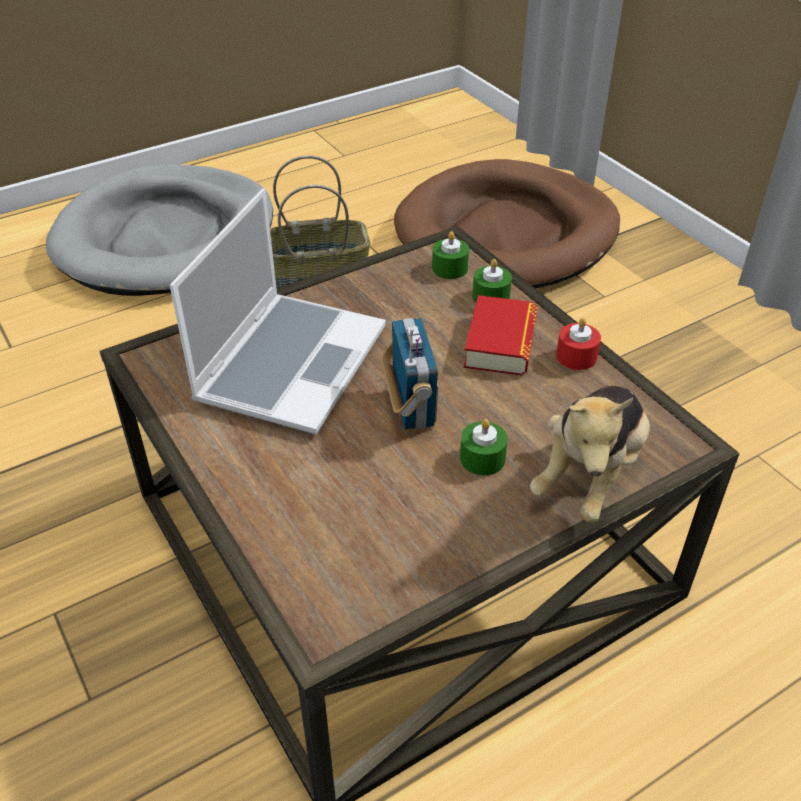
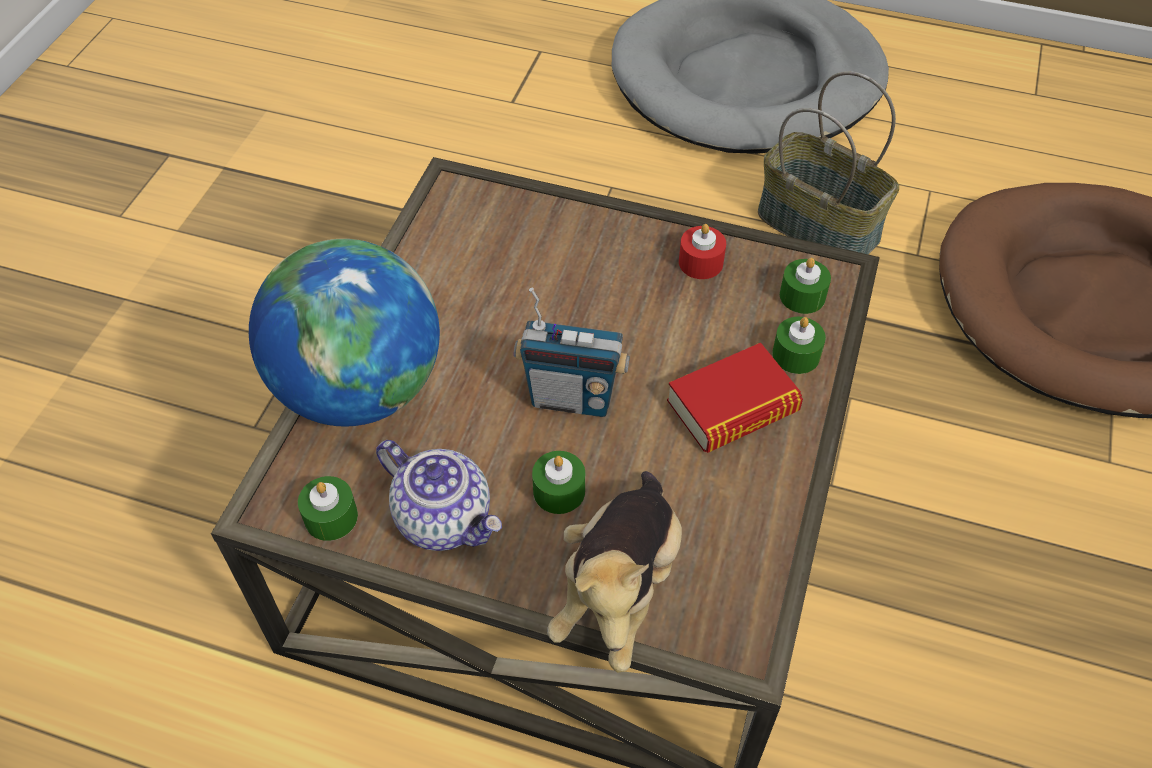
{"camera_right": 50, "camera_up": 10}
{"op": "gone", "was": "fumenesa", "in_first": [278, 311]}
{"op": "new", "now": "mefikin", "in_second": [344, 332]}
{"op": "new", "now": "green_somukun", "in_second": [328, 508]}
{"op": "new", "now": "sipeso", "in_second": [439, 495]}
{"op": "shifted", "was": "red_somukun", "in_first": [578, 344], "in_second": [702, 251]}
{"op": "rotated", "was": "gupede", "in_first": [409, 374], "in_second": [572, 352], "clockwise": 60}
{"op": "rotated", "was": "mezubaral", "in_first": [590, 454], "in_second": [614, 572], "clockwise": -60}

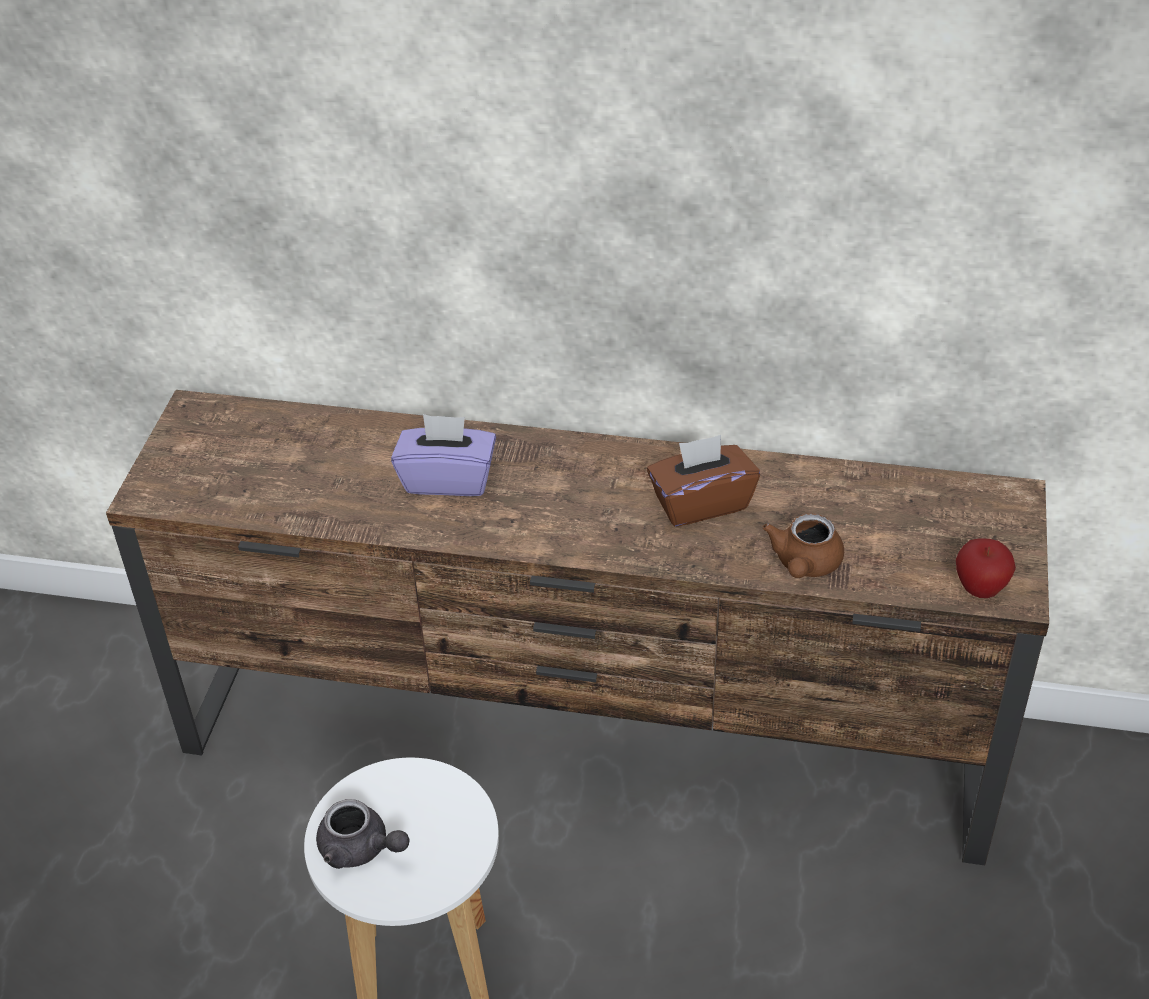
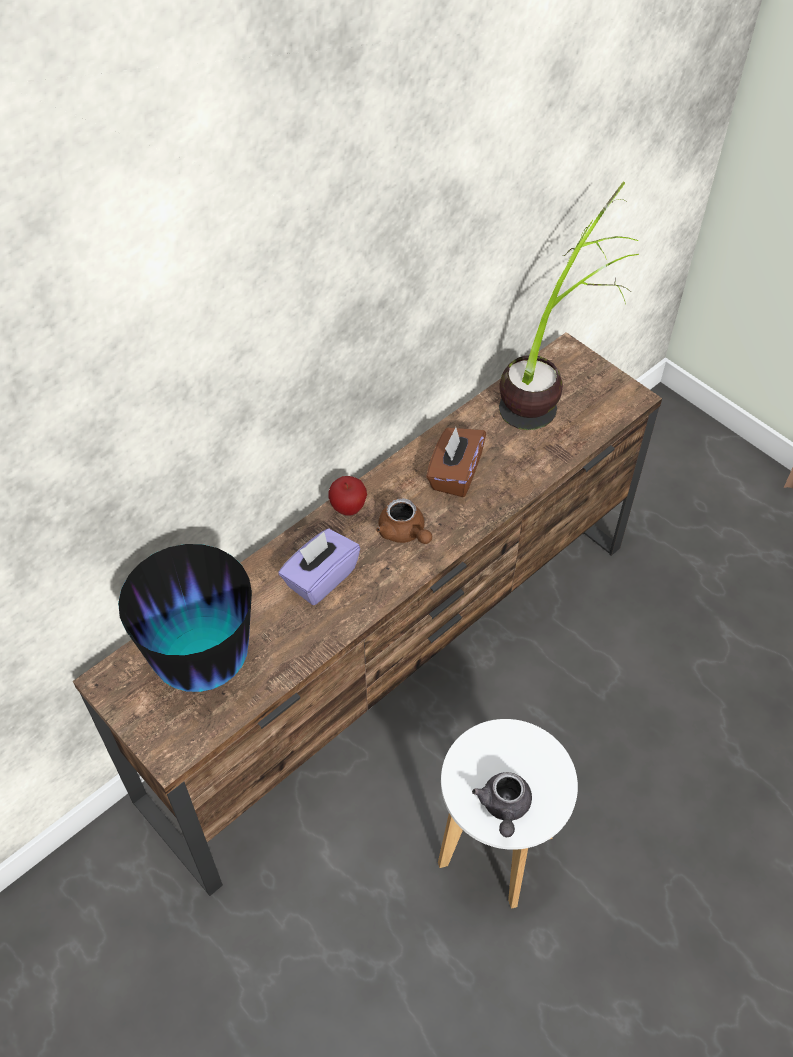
{"camera_right": -55, "camera_up": 10}
{"op": "new", "now": "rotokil", "in_second": [185, 618]}
{"op": "new", "now": "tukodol", "in_second": [569, 305]}
{"op": "shifted", "was": "brown_sipeso", "in_first": [803, 546], "in_second": [404, 521]}
{"op": "shifted", "was": "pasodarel", "in_first": [986, 568], "in_second": [347, 496]}
{"op": "rotated", "was": "grey_sipeso", "in_first": [362, 834], "in_second": [502, 804], "clockwise": 120}

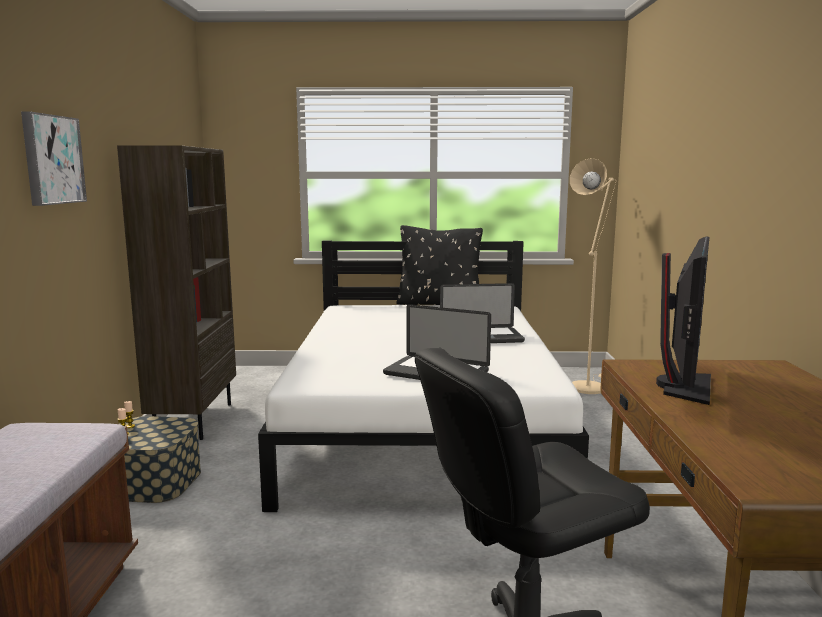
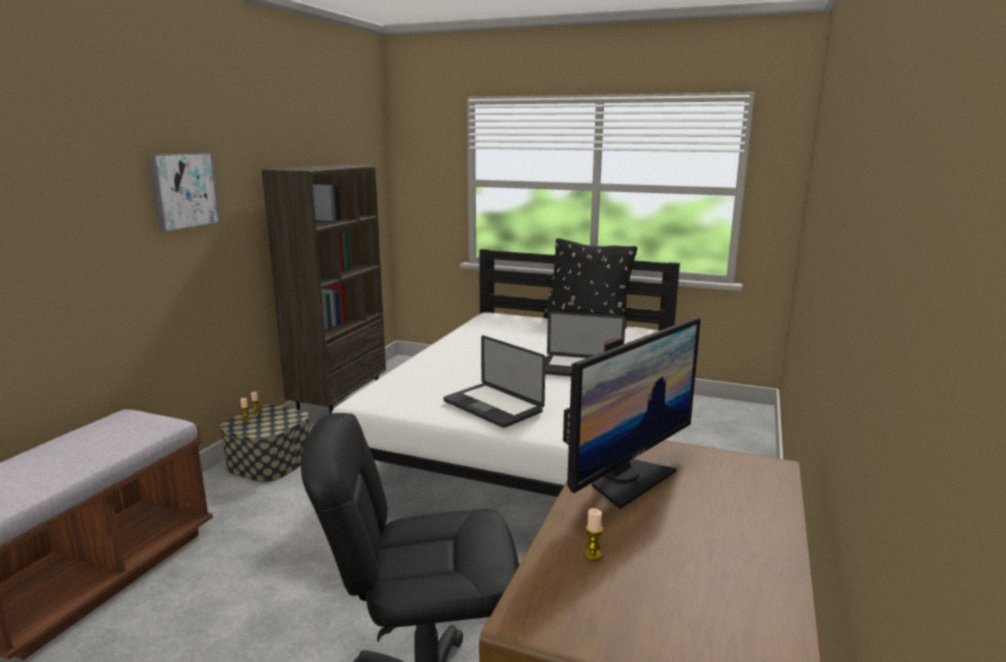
{"camera_right": 20, "camera_up": 5}
{"op": "gone", "was": "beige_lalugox", "in_first": [593, 276]}
{"op": "new", "now": "somukun", "in_second": [594, 534]}

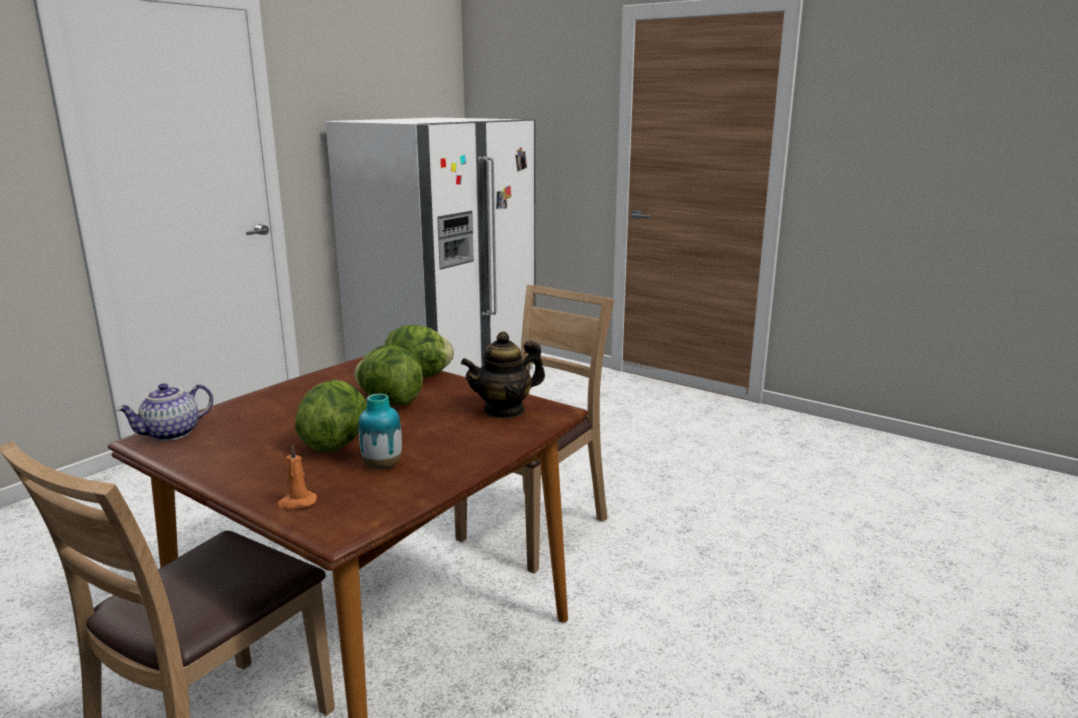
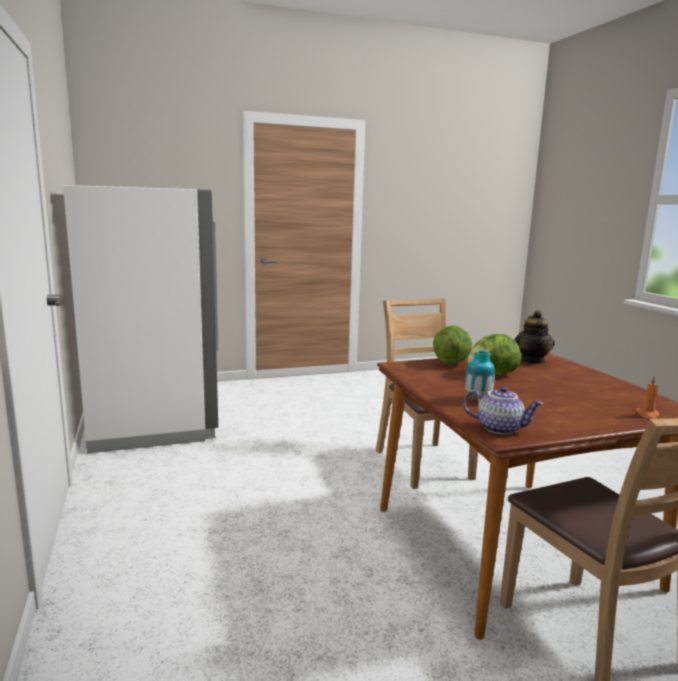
{"camera_right": -55, "camera_up": -5}
{"op": "gone", "was": "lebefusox", "in_first": [331, 416]}
{"op": "shifted", "was": "rotokil", "in_first": [380, 431], "in_second": [480, 376]}
{"op": "rotated", "was": "sipeso", "in_first": [164, 412], "in_second": [503, 410], "clockwise": -60}

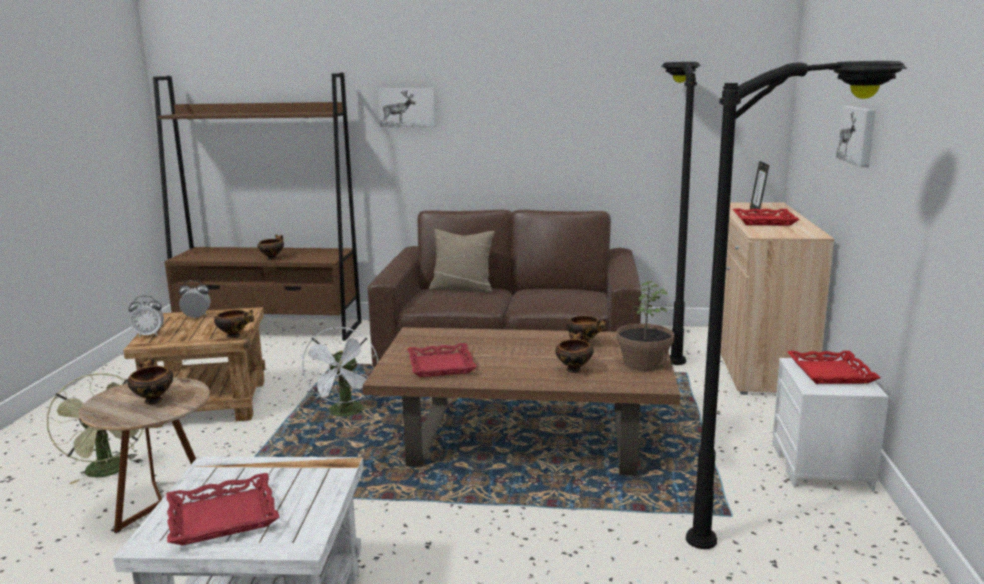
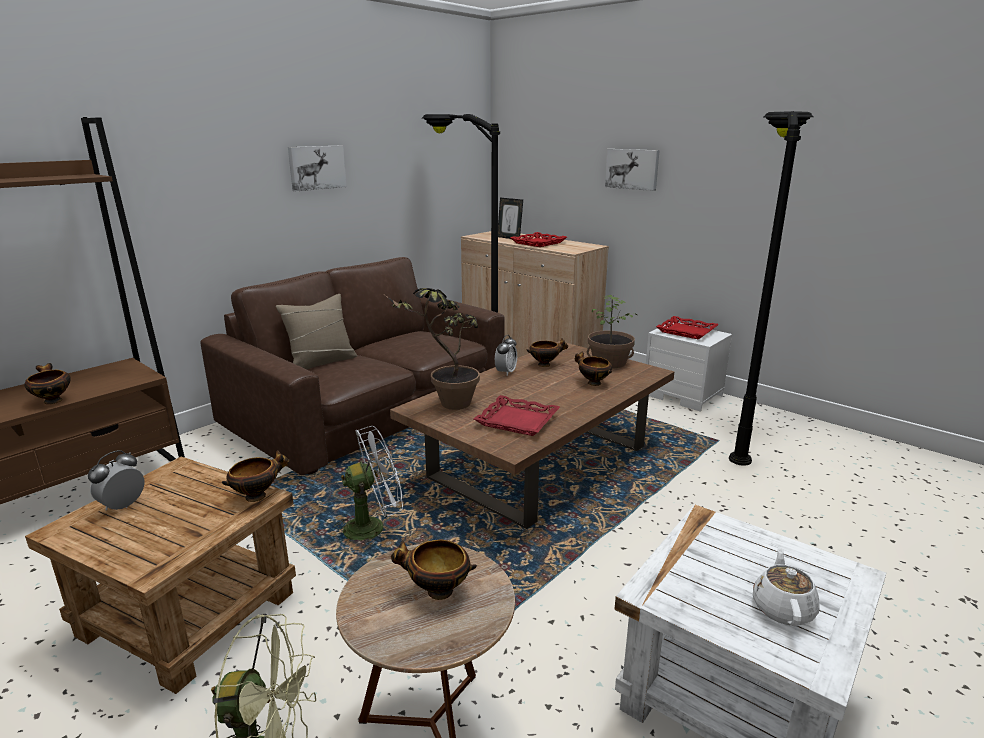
{"camera_right": -55, "camera_up": 5}
{"op": "new", "now": "tukodol", "in_second": [432, 349]}
{"op": "shifted", "was": "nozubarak", "in_first": [146, 317], "in_second": [506, 355]}
{"op": "shifted", "was": "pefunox", "in_first": [407, 107], "in_second": [317, 168]}
{"op": "swapped", "was": "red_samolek", "now": "white_sipeso", "in_first": [223, 509], "in_second": [786, 586]}
{"op": "rotated", "was": "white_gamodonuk", "in_first": [339, 371], "in_second": [368, 484], "clockwise": -60}

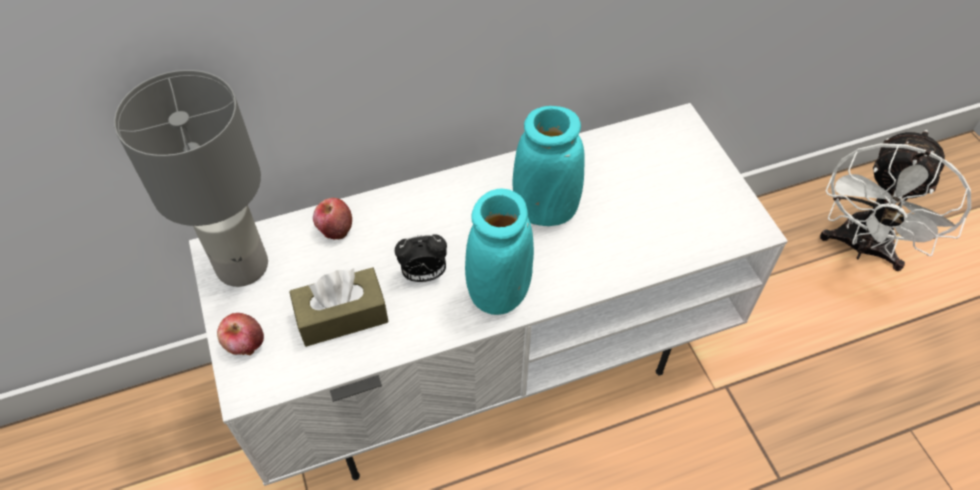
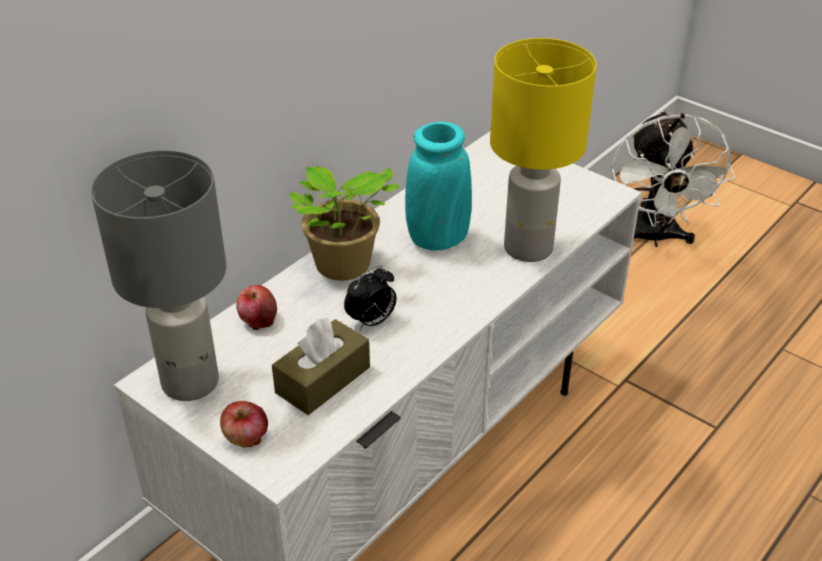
{"camera_right": -30, "camera_up": -15}
{"op": "gone", "was": "turquoise_rotokil", "in_first": [499, 252]}
{"op": "new", "now": "tukodol", "in_second": [344, 223]}
{"op": "new", "now": "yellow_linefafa", "in_second": [543, 150]}

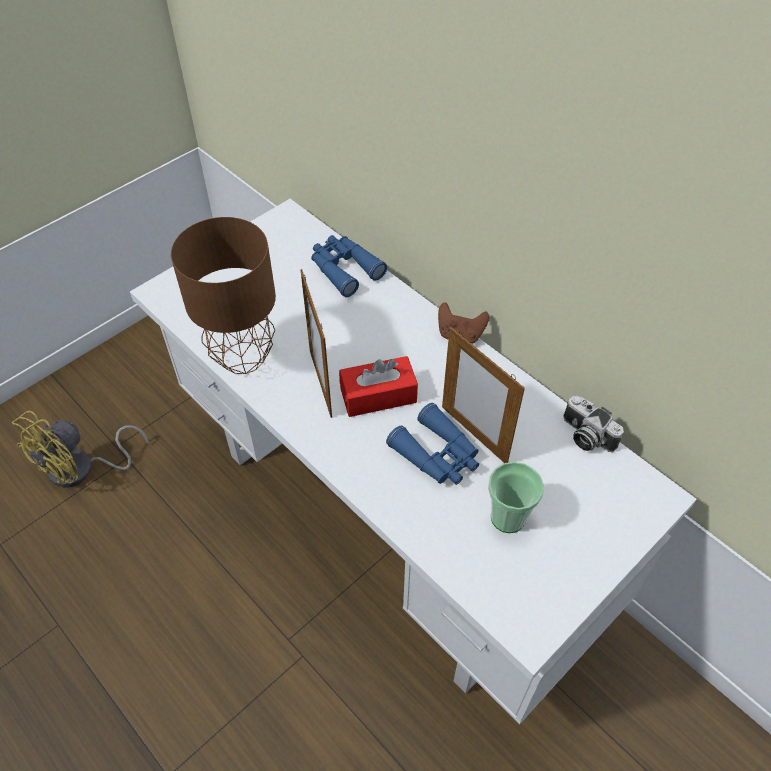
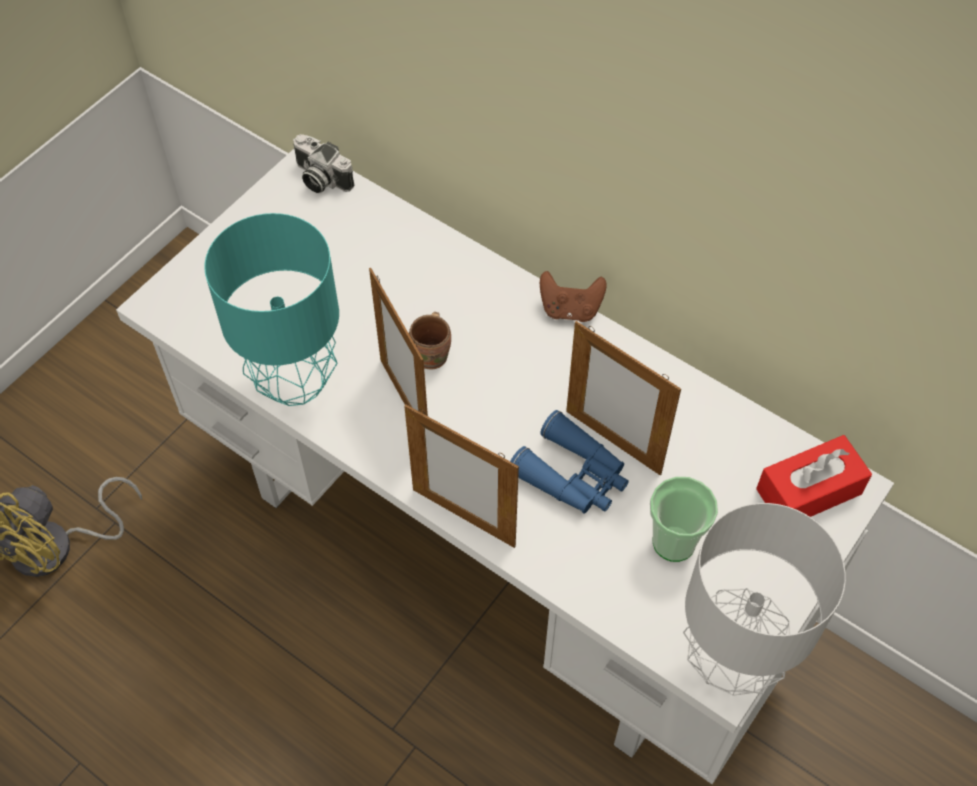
{"camera_right": -10, "camera_up": 5}
{"op": "gone", "was": "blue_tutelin", "in_first": [349, 266]}
{"op": "new", "now": "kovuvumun", "in_second": [461, 476]}
{"op": "new", "now": "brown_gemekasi", "in_second": [430, 341]}
{"op": "new", "now": "grey_linefafa", "in_second": [764, 599]}
{"op": "shifted", "was": "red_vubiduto", "in_first": [378, 386], "in_second": [814, 476]}
{"op": "shifted", "was": "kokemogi", "in_first": [594, 424], "in_second": [323, 163]}
{"op": "repainted", "was": "brown_linefafa", "now": "turquoise_linefafa", "in_first": [223, 295], "in_second": [271, 309]}

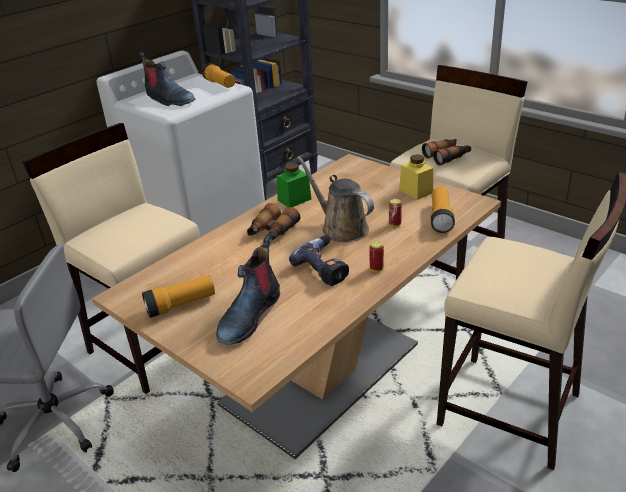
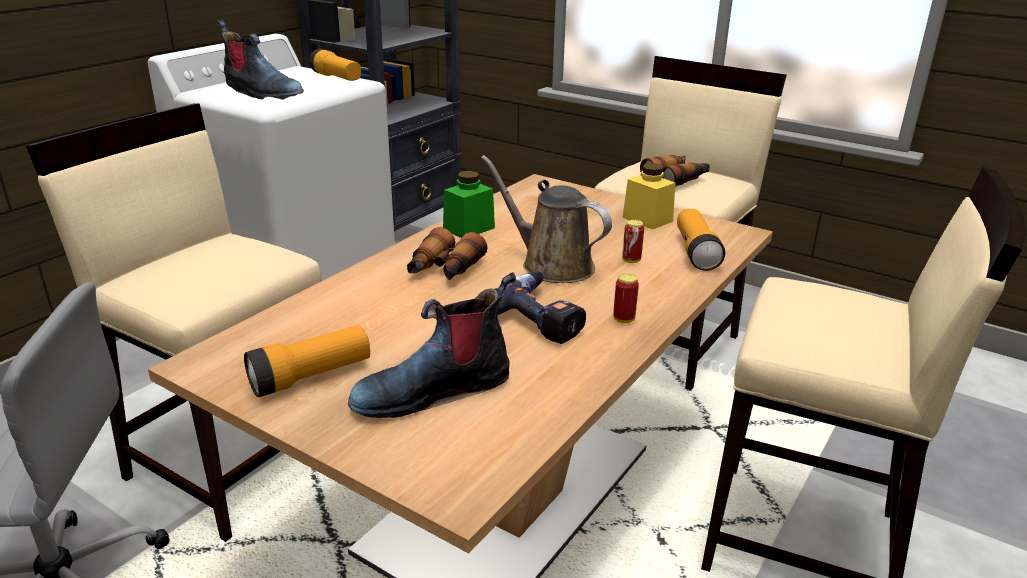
{"camera_right": -10, "camera_up": -5}
{"op": "rotated", "was": "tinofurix", "in_first": [248, 289], "in_second": [432, 345], "clockwise": 45}

